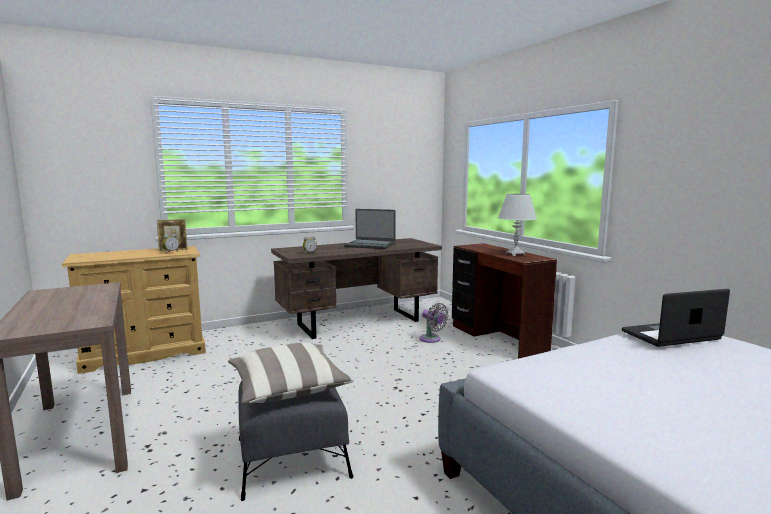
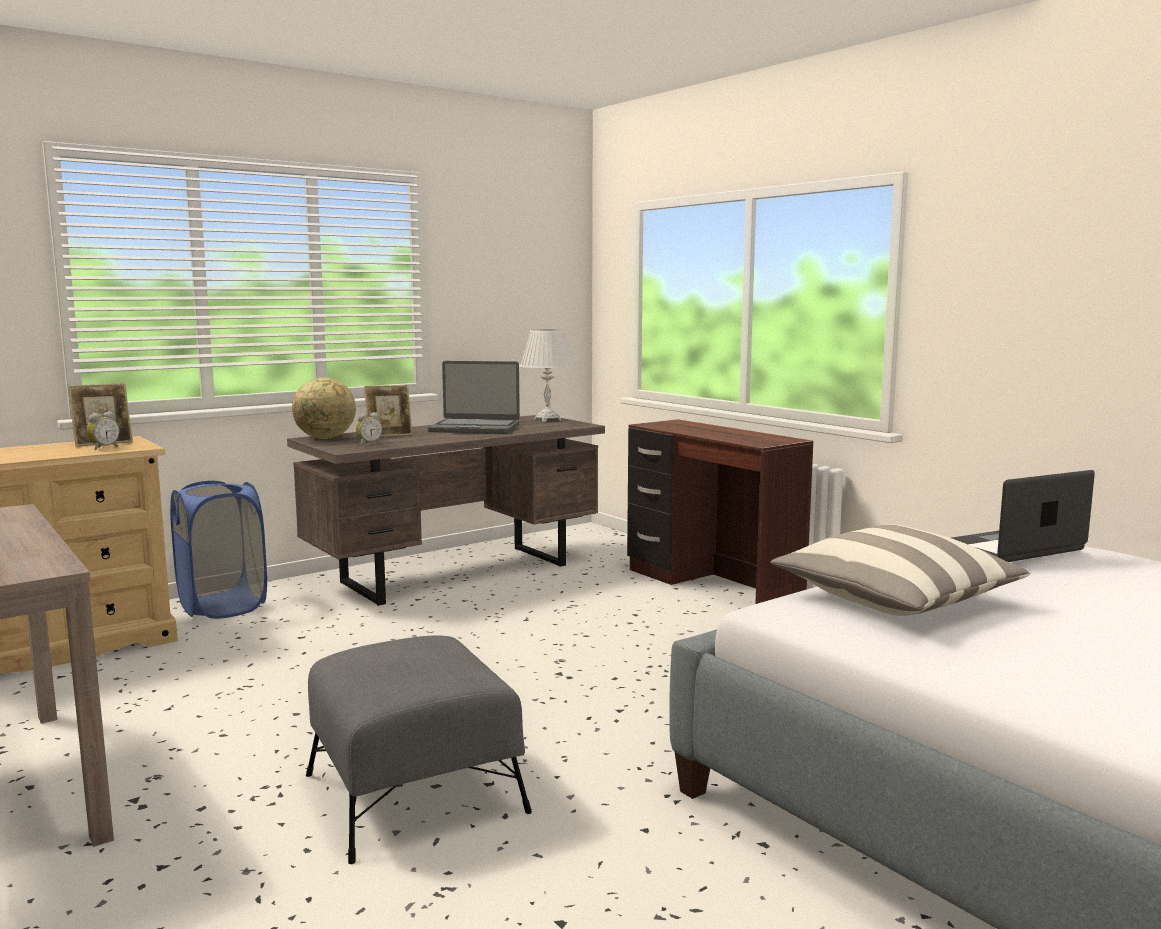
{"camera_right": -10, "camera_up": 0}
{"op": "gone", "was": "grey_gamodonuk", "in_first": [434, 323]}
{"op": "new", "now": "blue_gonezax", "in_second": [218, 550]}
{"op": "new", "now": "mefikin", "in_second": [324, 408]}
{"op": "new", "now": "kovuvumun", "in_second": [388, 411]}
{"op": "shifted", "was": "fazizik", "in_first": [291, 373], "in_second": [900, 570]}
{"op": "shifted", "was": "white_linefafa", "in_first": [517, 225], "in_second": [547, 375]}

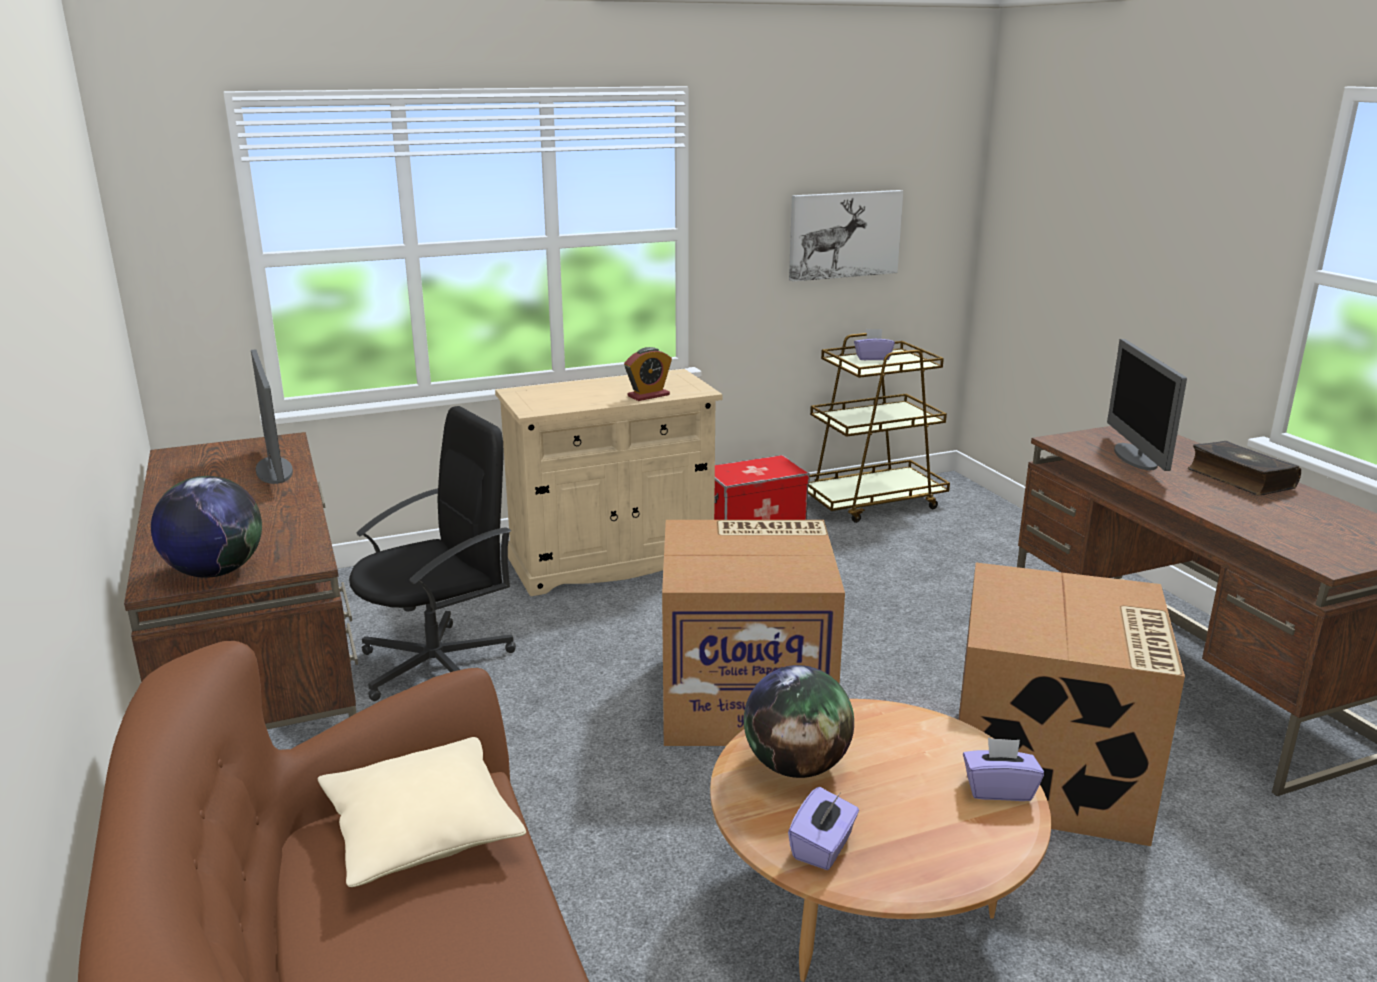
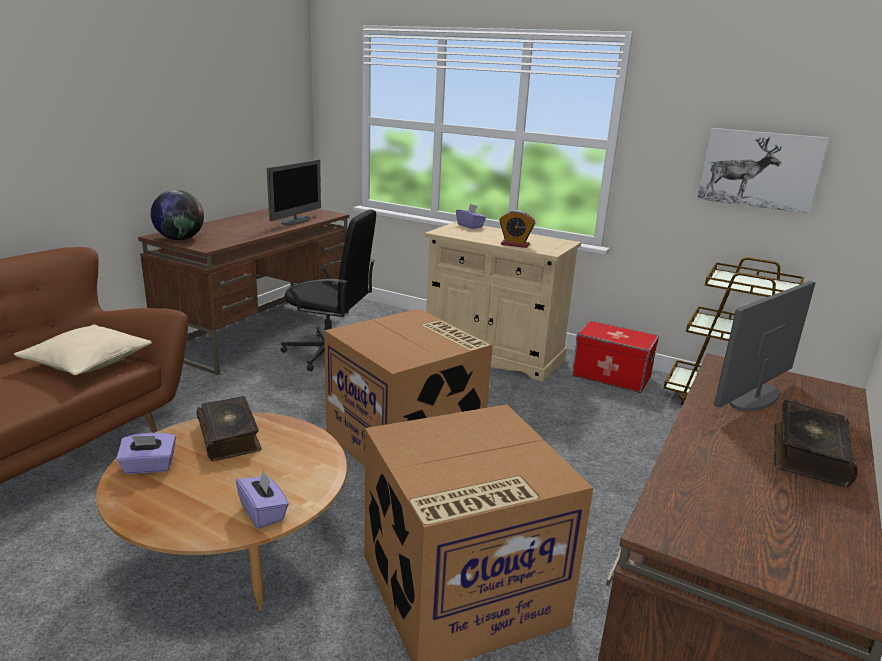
{"camera_right": 50, "camera_up": 0}
{"op": "shifted", "was": "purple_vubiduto", "in_first": [874, 344], "in_second": [471, 216]}
{"op": "swapped", "was": "mefikin", "now": "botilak", "in_first": [799, 721], "in_second": [229, 428]}

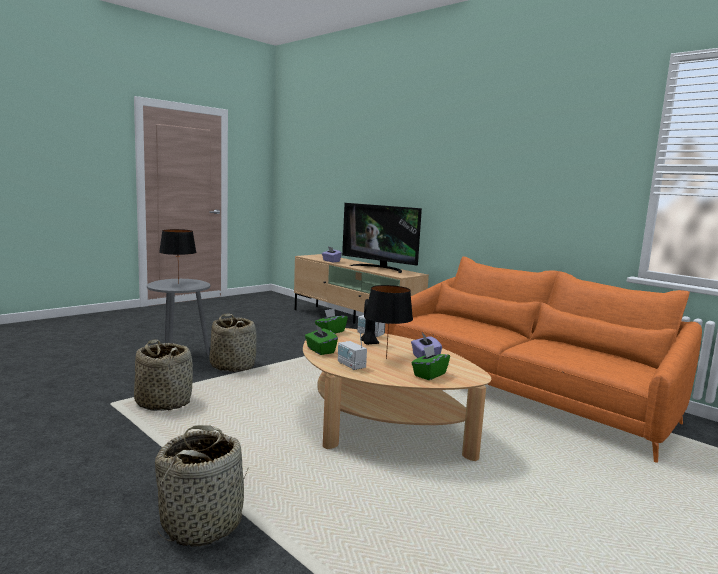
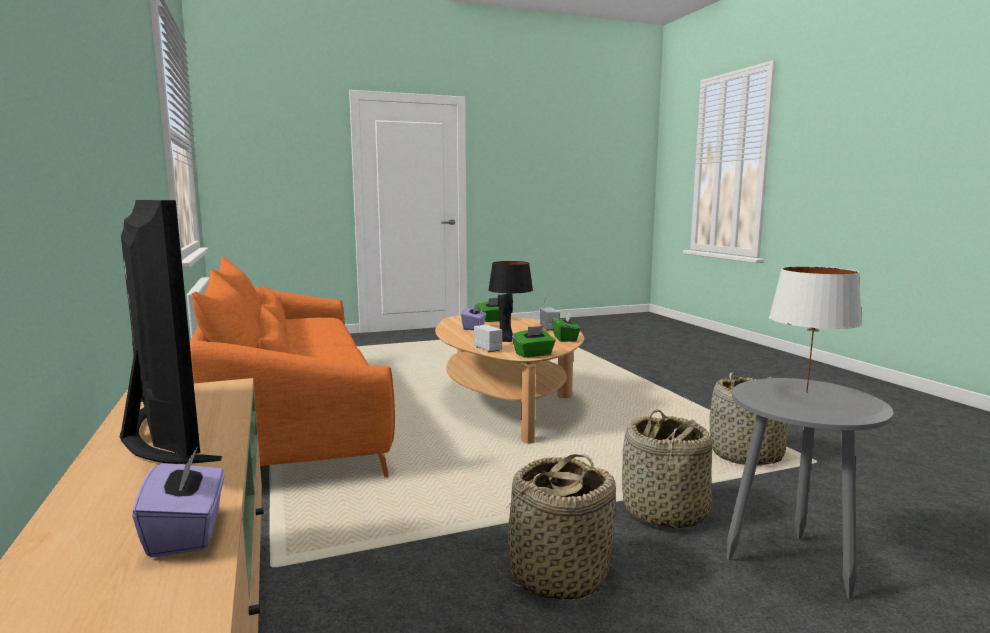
{"camera_right": -155, "camera_up": 0}
{"op": "shifted", "was": "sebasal", "in_first": [201, 486], "in_second": [554, 527]}
{"op": "repainted", "was": "black_linefafa", "now": "white_linefafa", "in_first": [177, 256], "in_second": [816, 329]}

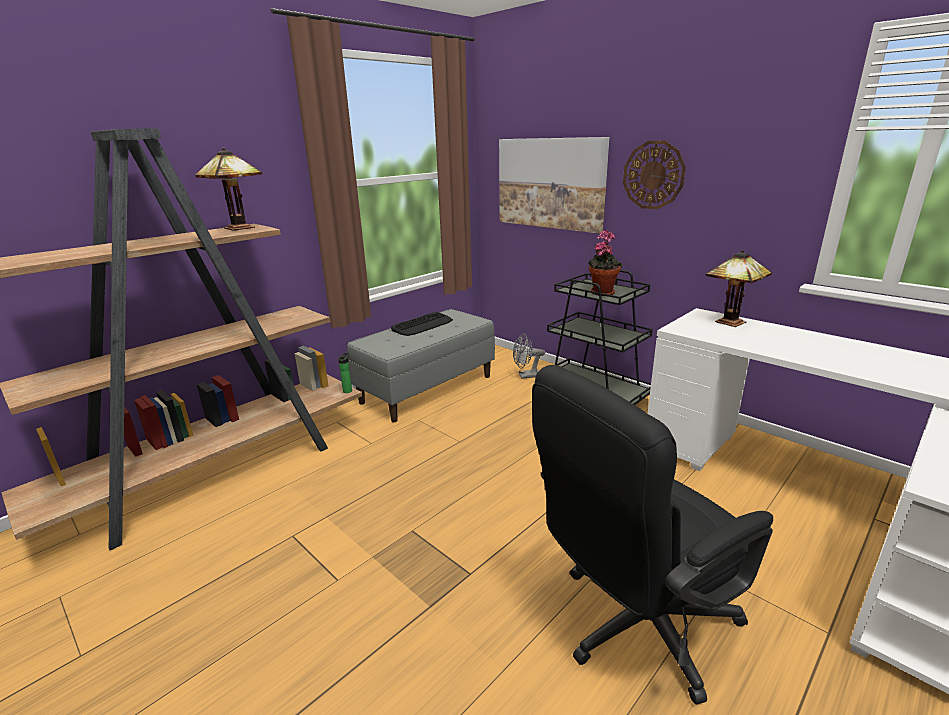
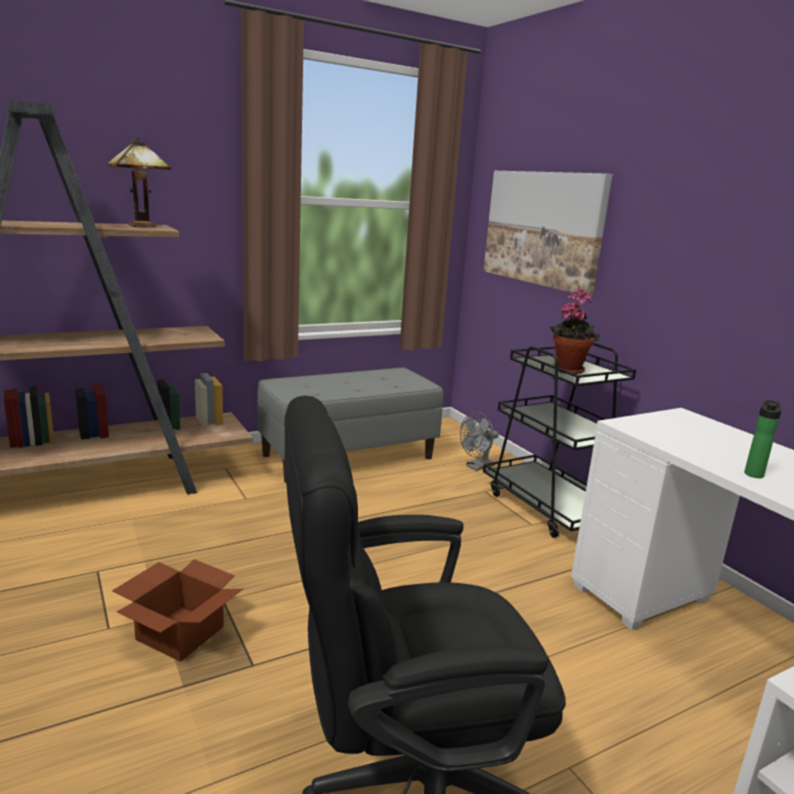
{"camera_right": 15, "camera_up": -5}
{"op": "gone", "was": "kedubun", "in_first": [422, 324]}
{"op": "gone", "was": "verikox", "in_first": [654, 175]}
{"op": "gone", "was": "linefafa", "in_first": [739, 288]}
{"op": "new", "now": "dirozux", "in_second": [177, 610]}
{"op": "shifted", "was": "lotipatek", "in_first": [345, 373], "in_second": [763, 439]}
{"op": "rotated", "was": "grey_gamodonuk", "in_first": [529, 356], "in_second": [479, 441], "clockwise": -45}

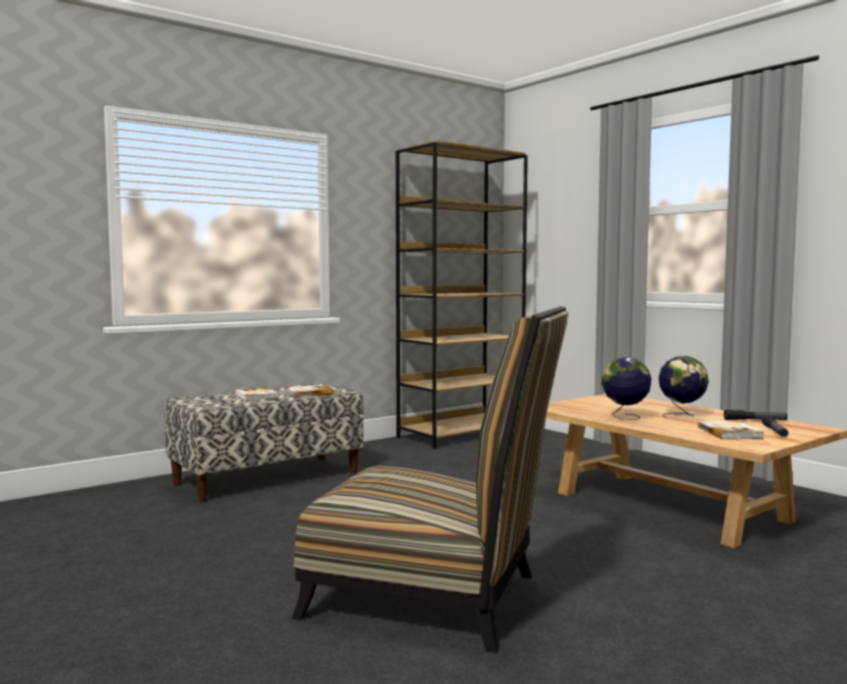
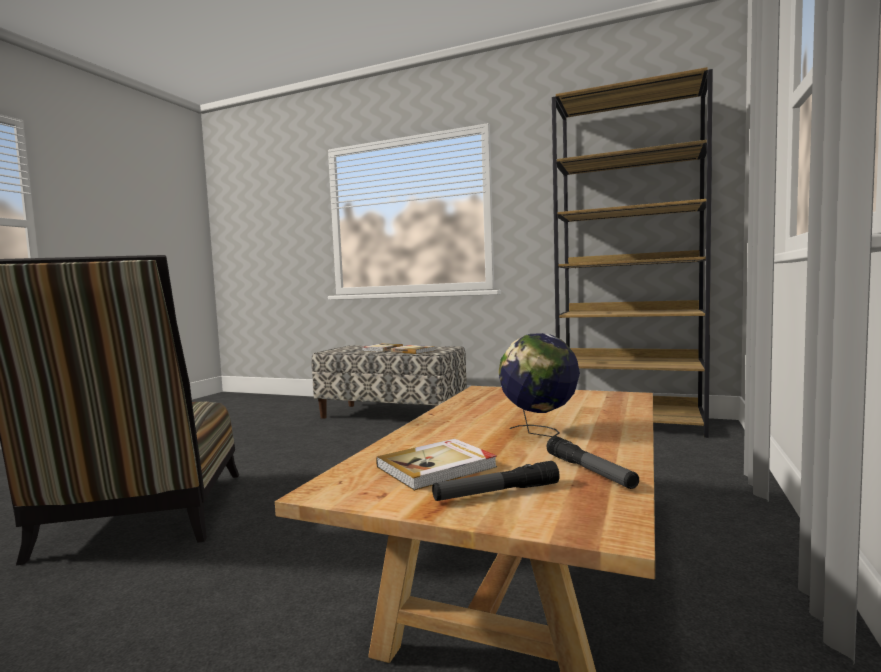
{"camera_right": 60, "camera_up": 0}
{"op": "gone", "was": "mefikin", "in_first": [626, 388]}

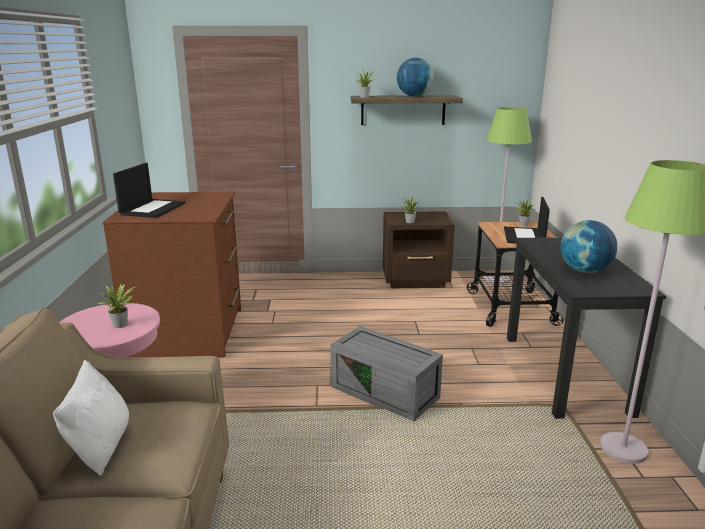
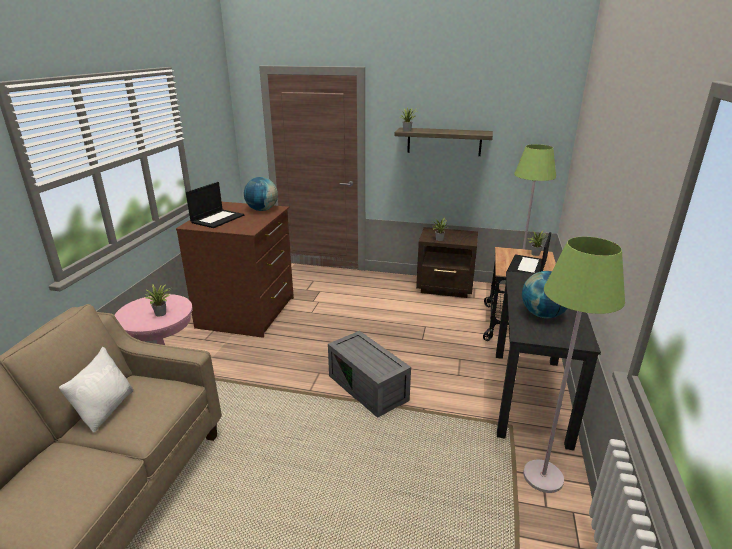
{"camera_right": 15, "camera_up": 5}
{"op": "shifted", "was": "mefikin", "in_first": [415, 77], "in_second": [261, 194]}

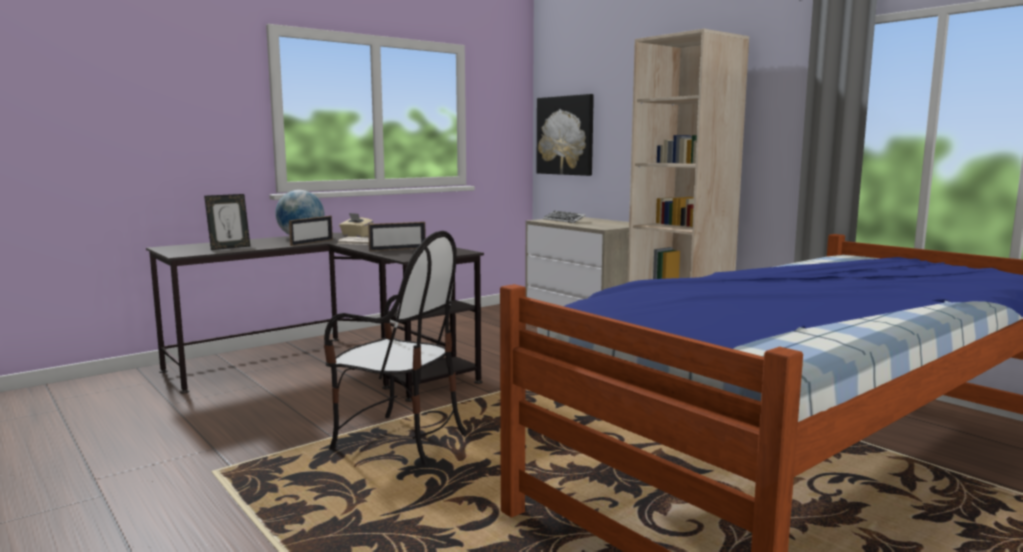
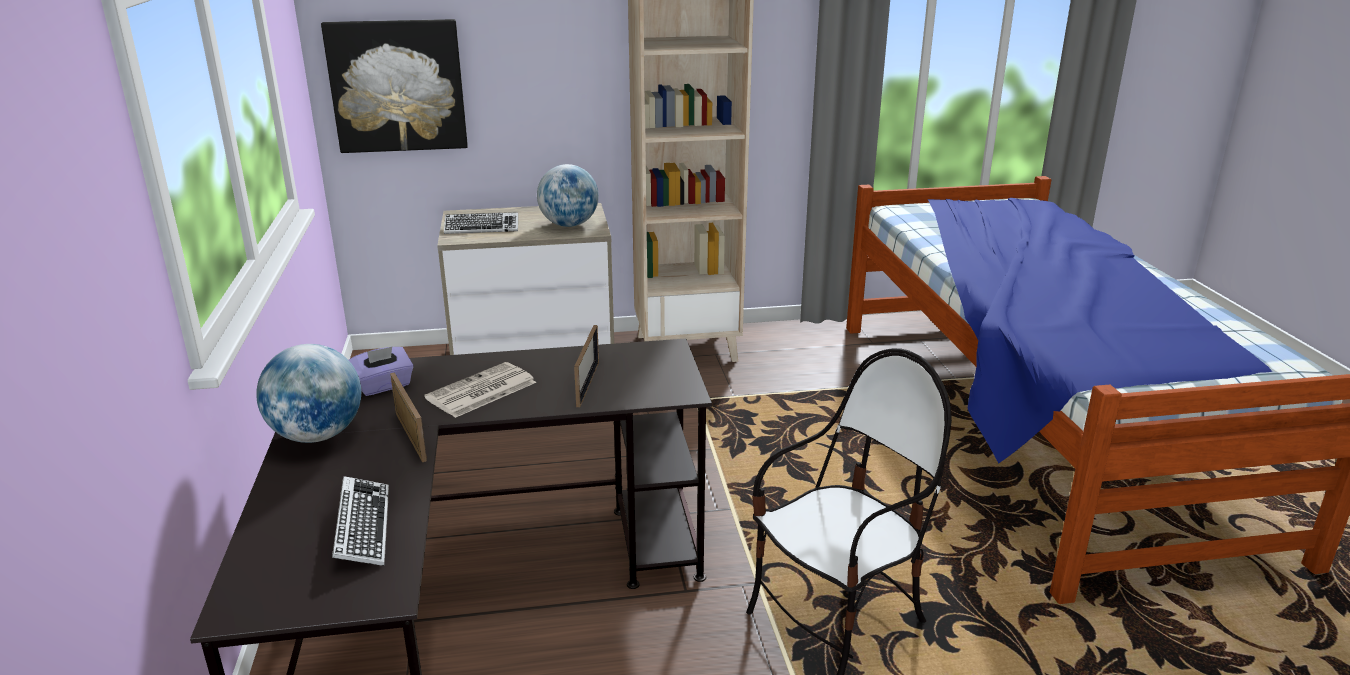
{"camera_right": -60, "camera_up": 15}
{"op": "new", "now": "mefikin", "in_second": [568, 195]}
{"op": "swapped", "was": "kovuvumun", "now": "kedubun", "in_first": [227, 222], "in_second": [360, 521]}
{"op": "repainted", "was": "beige_vubiduto", "now": "purple_vubiduto", "in_first": [356, 225], "in_second": [381, 371]}

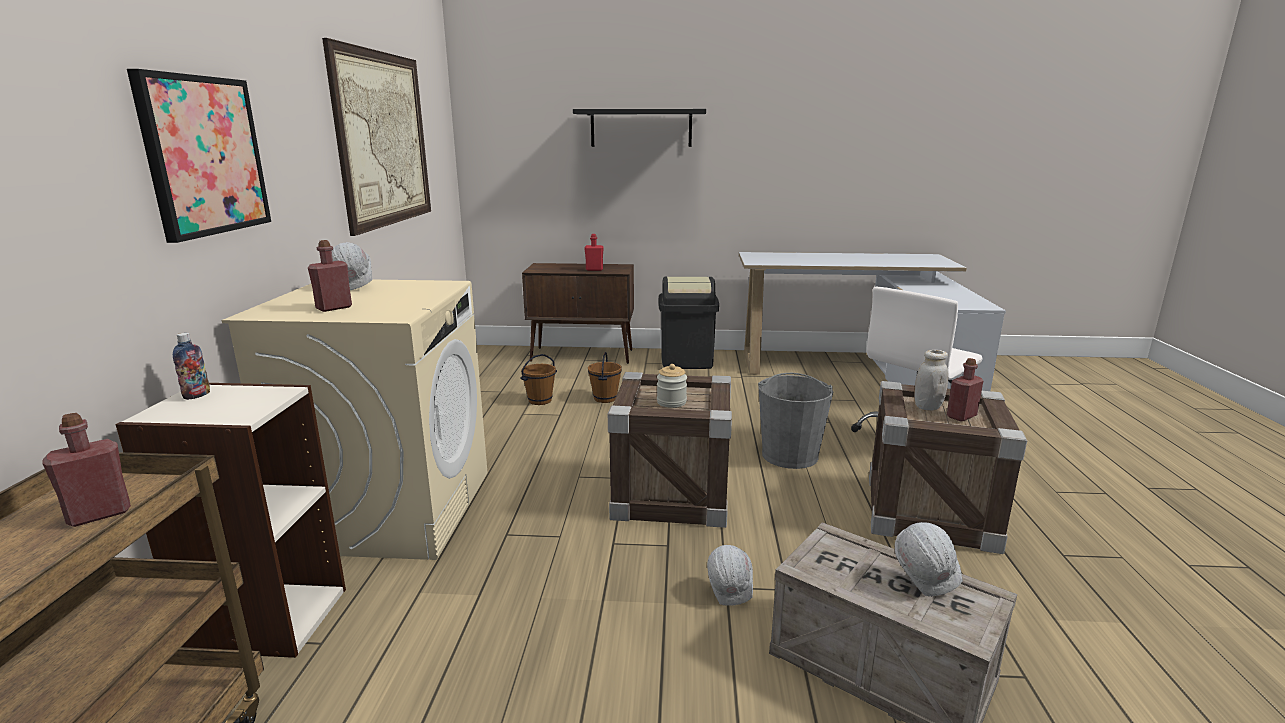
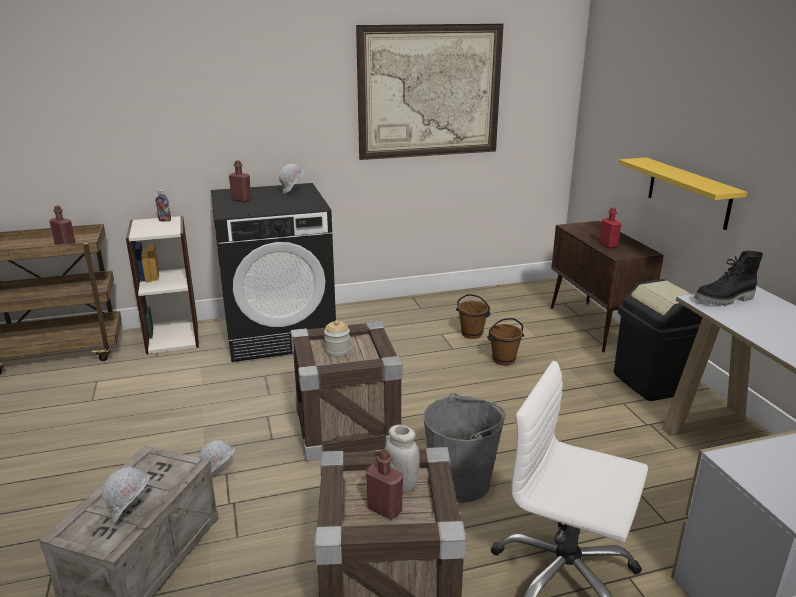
{"camera_right": 70, "camera_up": 5}
{"op": "gone", "was": "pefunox", "in_first": [199, 156]}
{"op": "gone", "was": "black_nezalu", "in_first": [639, 128]}
{"op": "new", "now": "yellow_nezalu", "in_second": [683, 193]}
{"op": "new", "now": "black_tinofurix", "in_second": [728, 278]}
{"op": "repainted", "was": "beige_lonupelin", "now": "black_lonupelin", "in_first": [355, 420], "in_second": [273, 272]}

